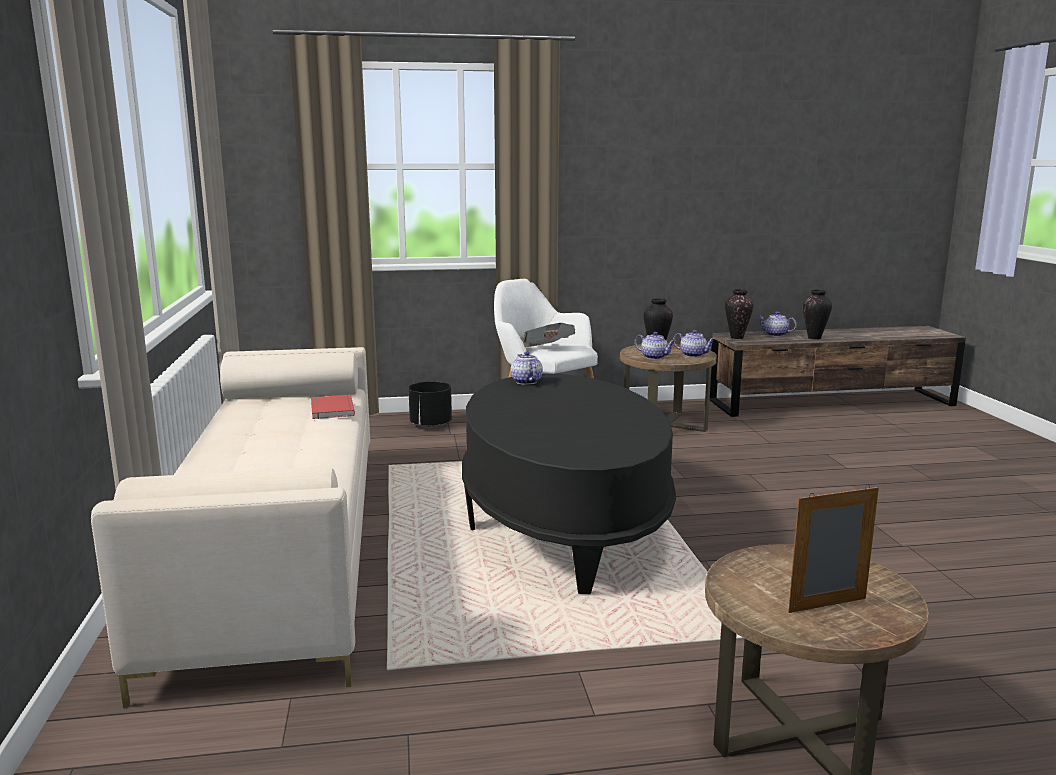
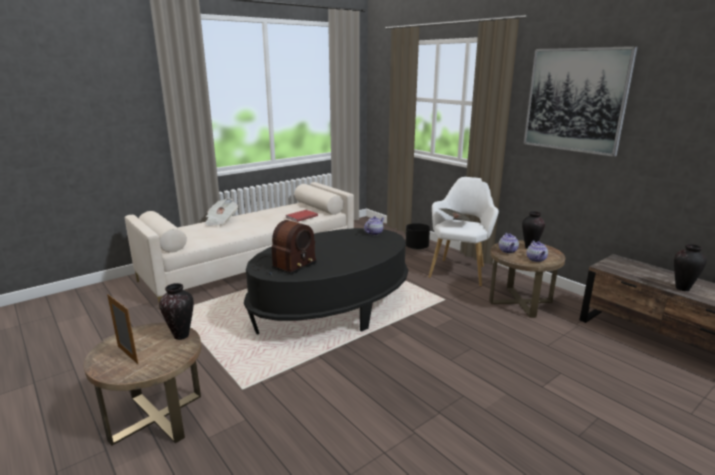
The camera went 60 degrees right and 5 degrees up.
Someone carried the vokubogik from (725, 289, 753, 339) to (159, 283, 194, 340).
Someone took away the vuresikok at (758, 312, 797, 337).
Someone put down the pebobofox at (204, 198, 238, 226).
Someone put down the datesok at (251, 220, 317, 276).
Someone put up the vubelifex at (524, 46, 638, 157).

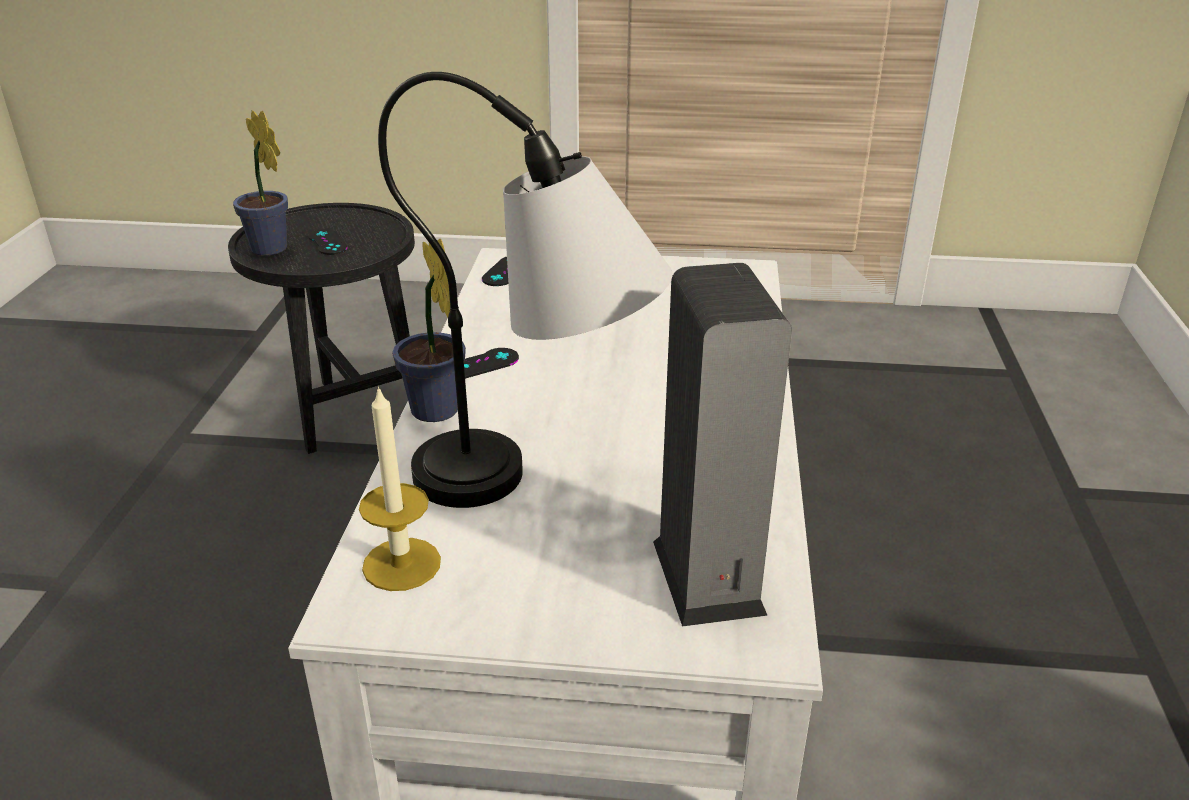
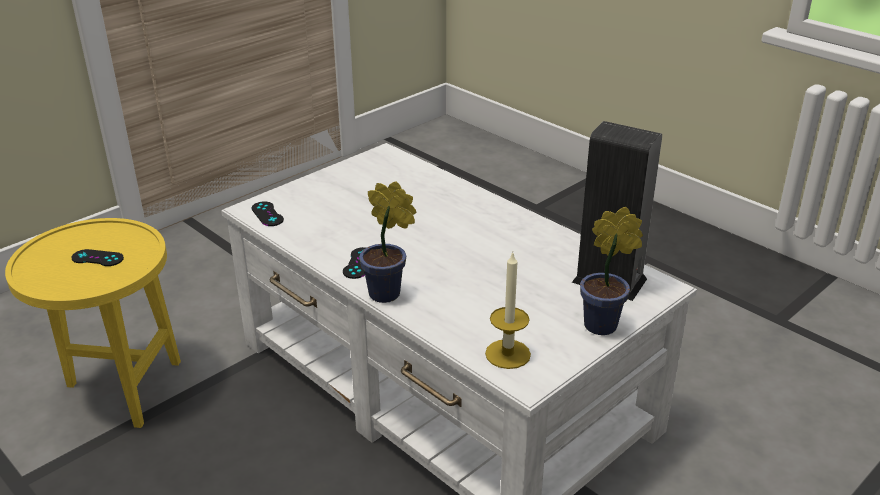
The camera went 50 degrees left and 0 degrees up.
Someone repainted the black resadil at (228, 203, 415, 454), which became the yellow resadil at (5, 218, 181, 428).
Someone carried the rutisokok from (233, 111, 288, 256) to (580, 207, 643, 335).
Someone took away the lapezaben at (378, 72, 672, 508).

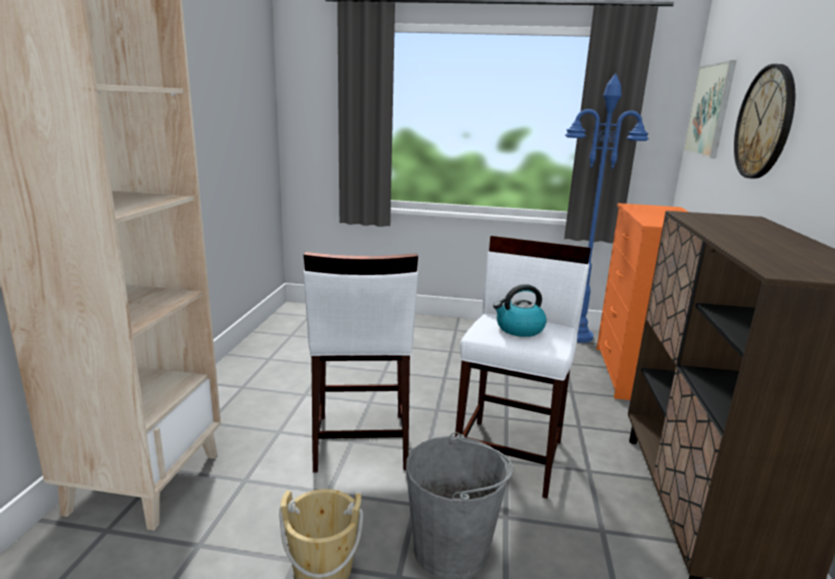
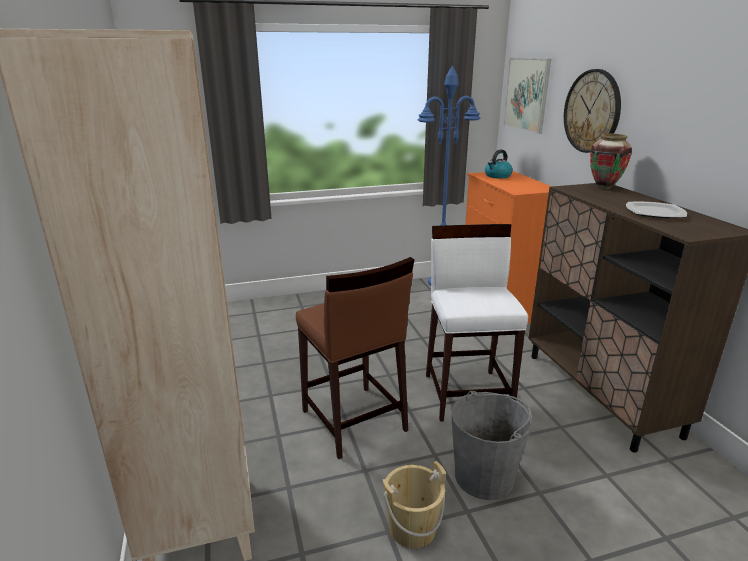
The camera went 25 degrees left and 5 degrees up.
Someone repainted the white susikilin at (304, 252, 418, 473), which became the brown susikilin at (296, 257, 414, 459).
Someone carried the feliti from (493, 284, 547, 337) to (485, 150, 513, 179).
Someone put down the vokubogik at (590, 133, 632, 189).
Someone put down the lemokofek at (626, 202, 687, 218).

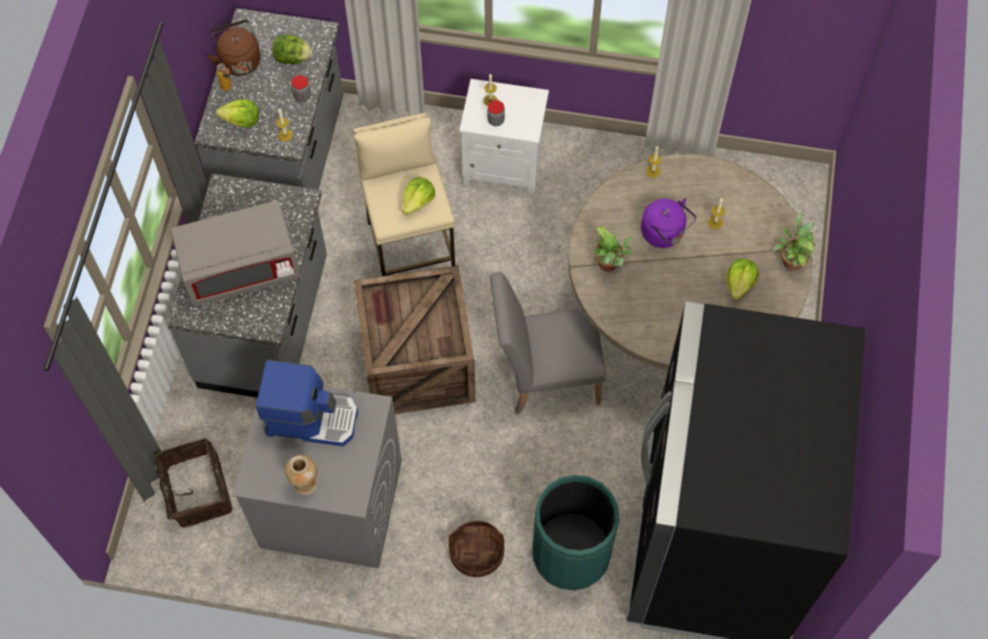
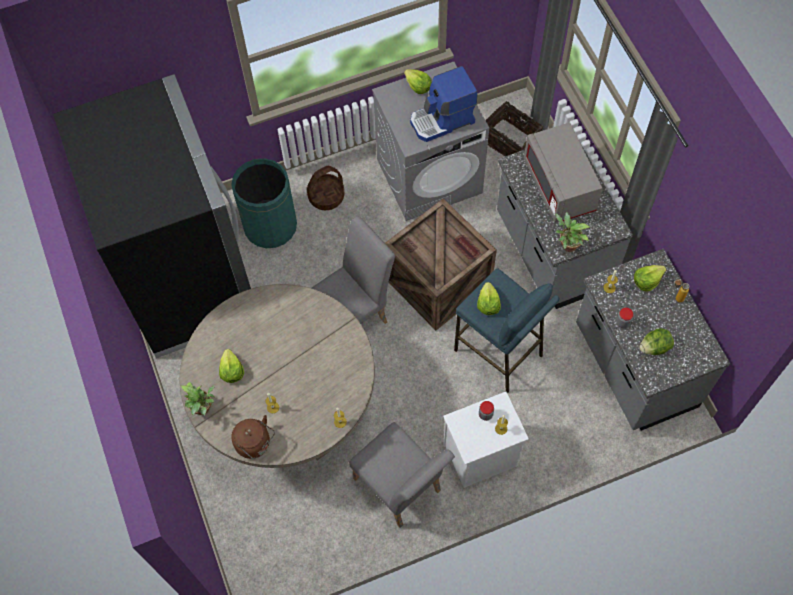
The camera went 150 degrees right and 0 degrees up.
Someone rotated the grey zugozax at (171, 200, 300, 306) by 60 degrees counterclockwise.
Someone carried the brown feliti from (208, 20, 261, 76) to (231, 415, 275, 459).
Someone swapped the vokubogik at (285, 455, 317, 495) for the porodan at (404, 69, 432, 94).
Someone repainted the beige susikilin at (353, 113, 455, 276), which became the blue susikilin at (454, 268, 560, 393).
Someone carried the rutisokok from (593, 226, 633, 272) to (555, 212, 591, 252).
Someone took away the purple feliti at (641, 198, 696, 248).
Someone put down the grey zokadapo at (349, 422, 455, 528).

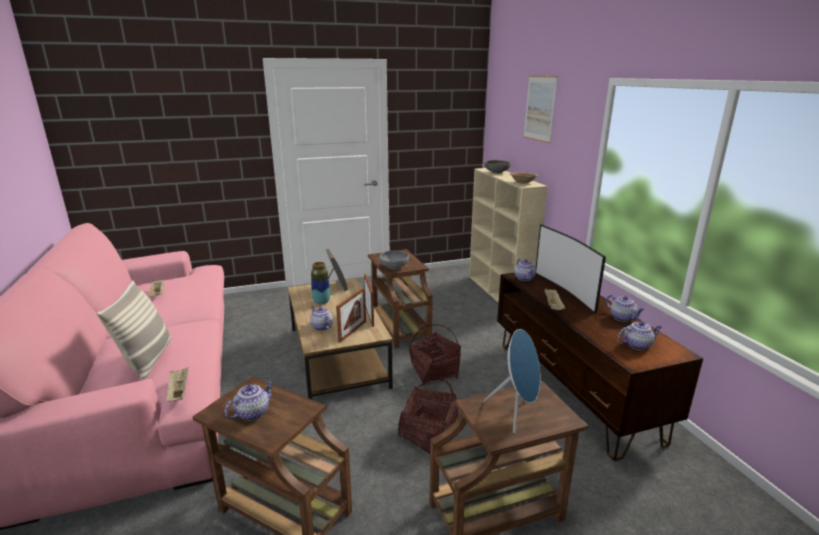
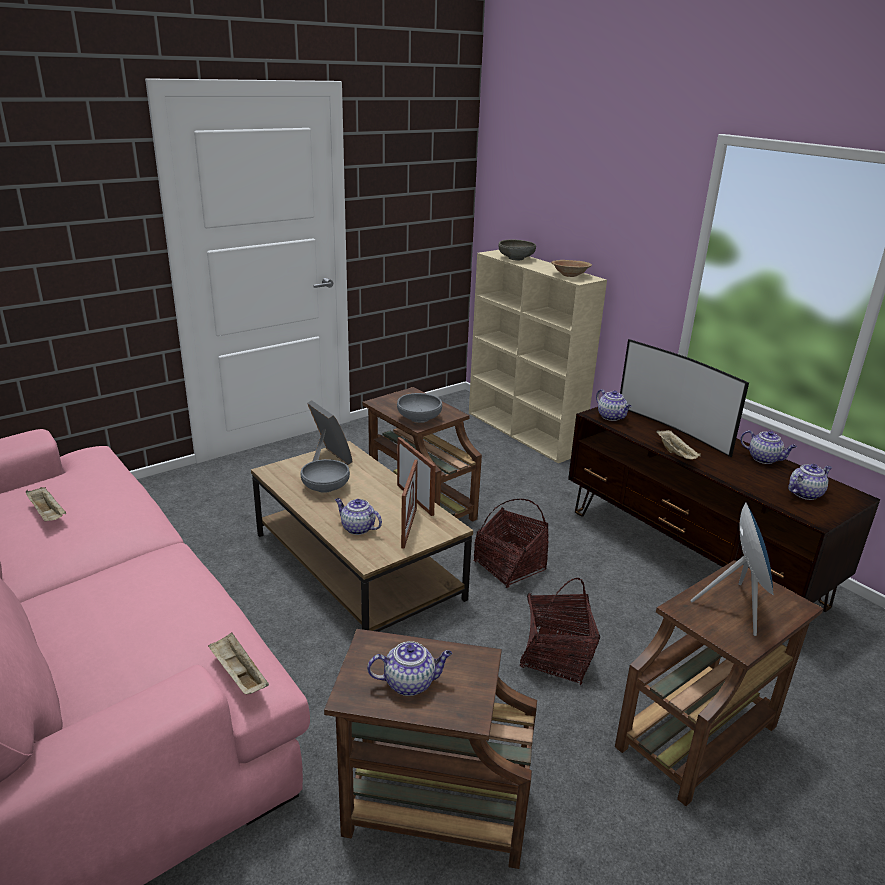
The camera went 20 degrees left and 5 degrees up.
Someone took away the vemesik at (97, 281, 171, 381).
Someone rotated the vuresikok at (225, 380, 274, 421) by 60 degrees clockwise.
Someone swapped the vokubogik at (311, 262, 330, 305) for the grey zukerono at (301, 459, 350, 493).
Someone took away the vubelifex at (524, 76, 558, 143).

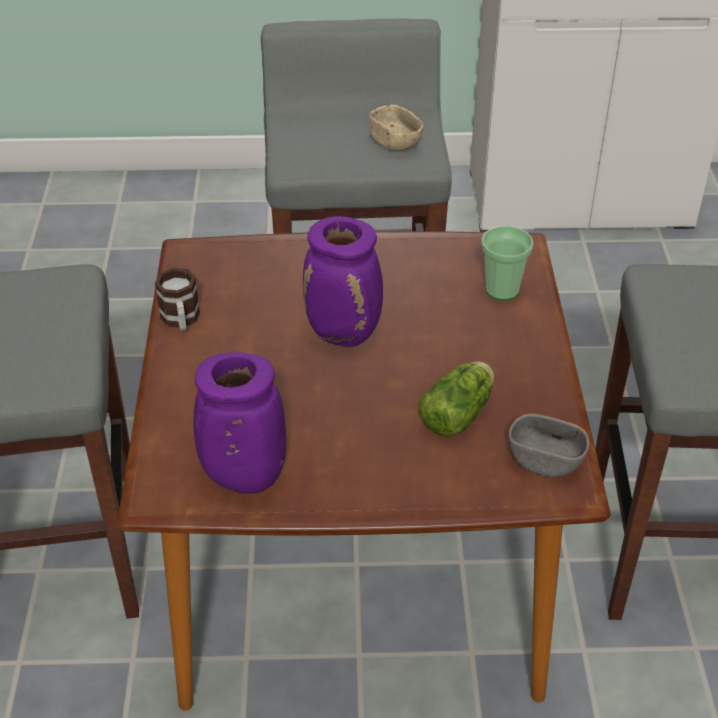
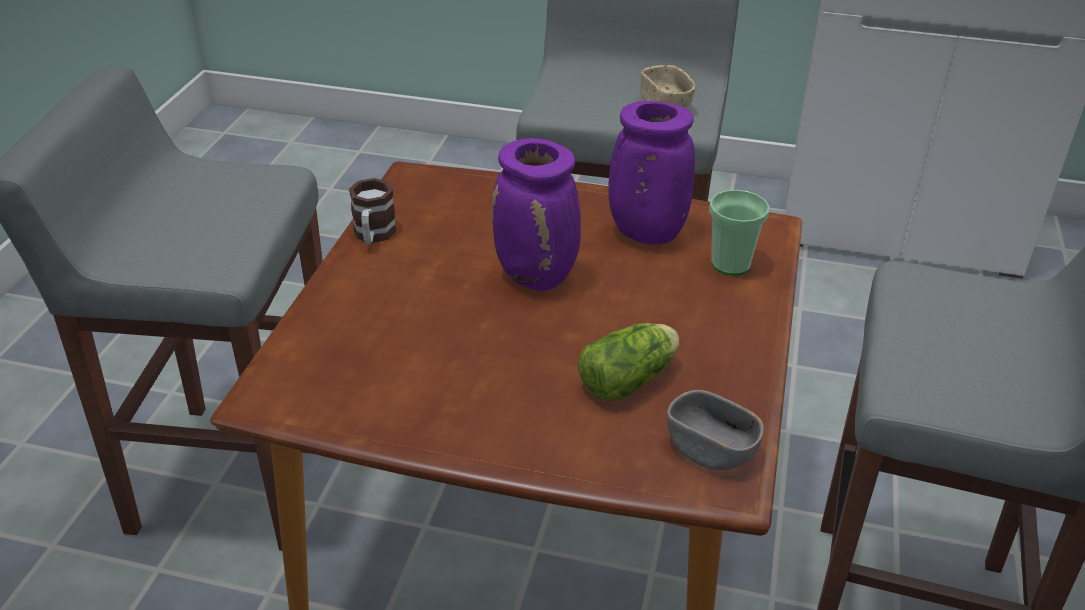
The camera went 15 degrees right and 5 degrees down.
Someone carried the purple vokubogik from (193, 352, 286, 494) to (608, 101, 695, 245).

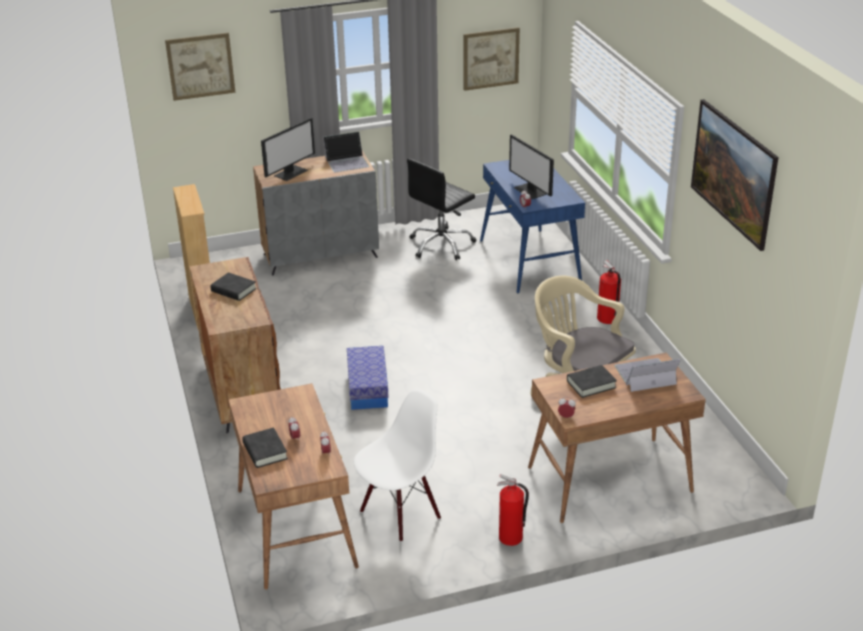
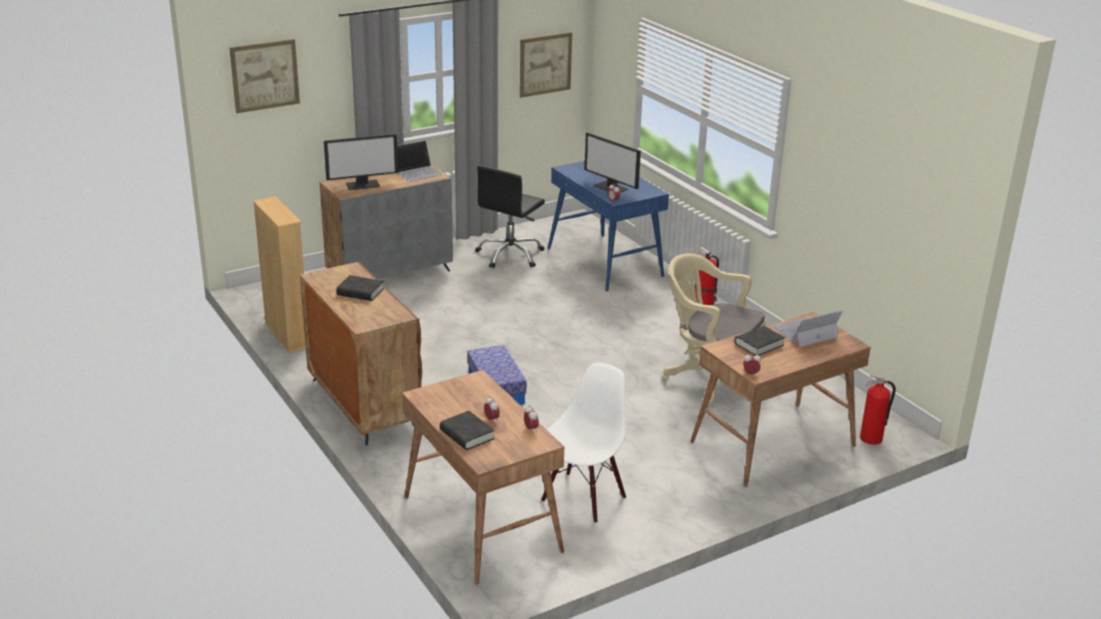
The camera went 15 degrees left and 5 degrees down.
Someone rotated the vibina at (261, 118, 315, 181) by 45 degrees clockwise.
Someone carried the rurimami from (497, 474, 529, 546) to (860, 374, 896, 445).
Someone took away the vubelifex at (691, 99, 779, 251).

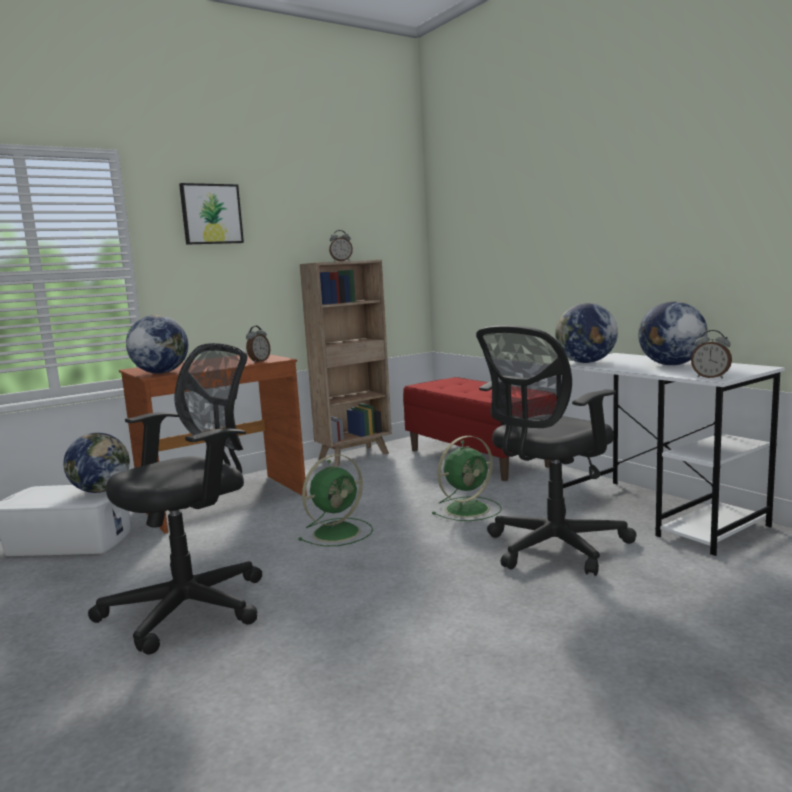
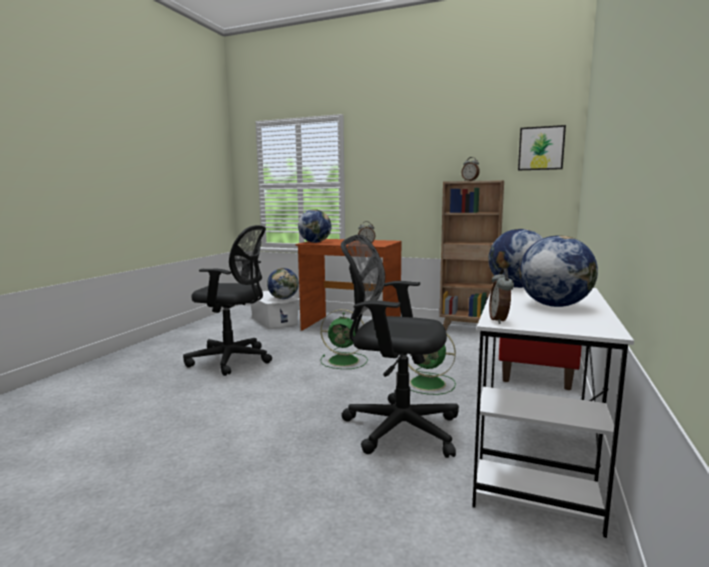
The camera went 55 degrees right and 0 degrees up.
Someone carried the vubelifex from (179, 183, 244, 245) to (518, 125, 566, 170).

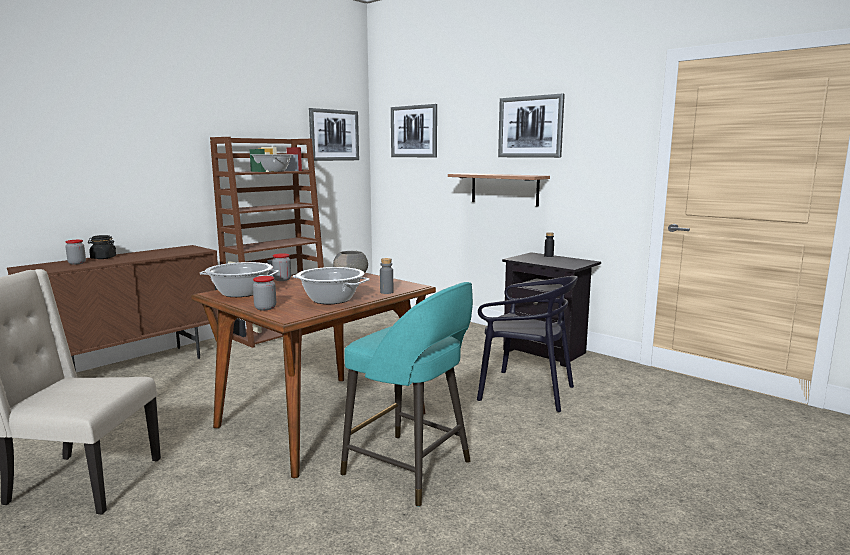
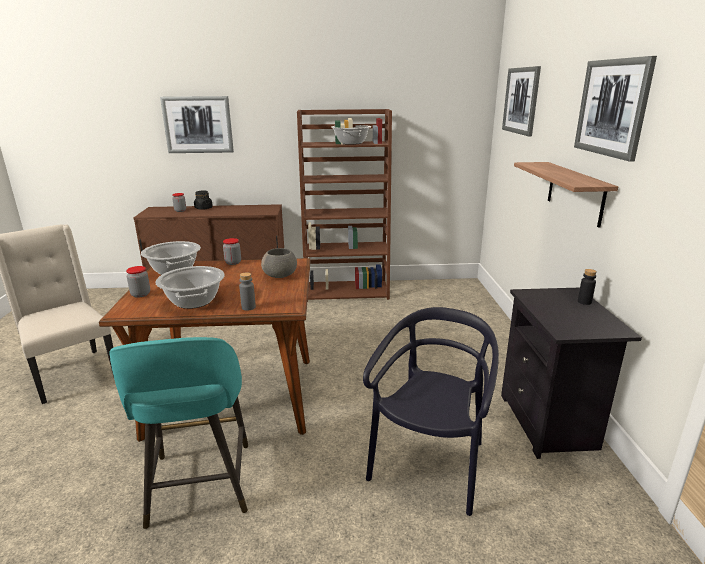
The camera went 45 degrees right and 10 degrees up.
Someone carried the vubelifex from (309, 108, 359, 161) to (160, 96, 234, 153).
Someone rotated the black zokadapo at (477, 276, 578, 412) by 135 degrees counterclockwise.

